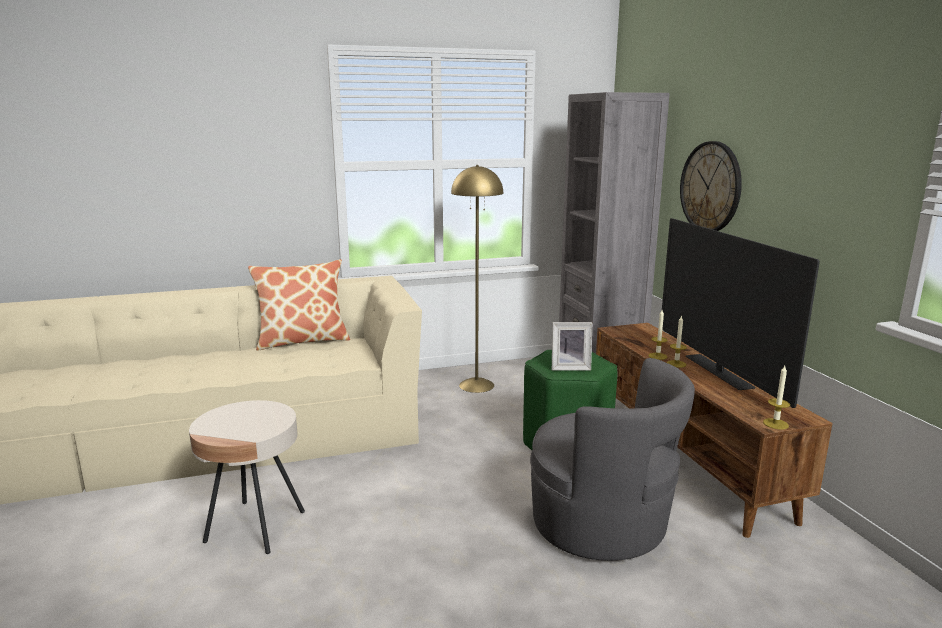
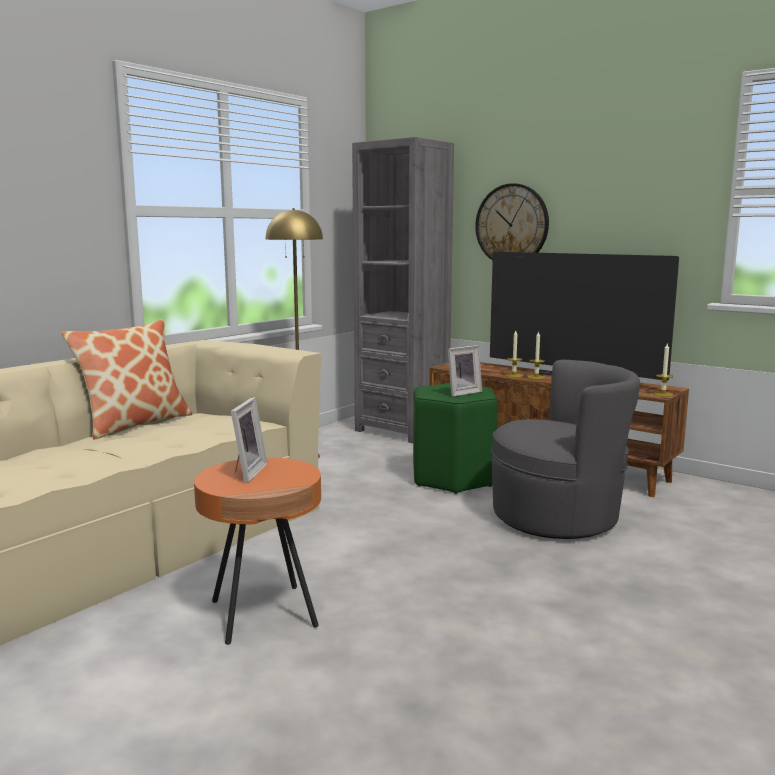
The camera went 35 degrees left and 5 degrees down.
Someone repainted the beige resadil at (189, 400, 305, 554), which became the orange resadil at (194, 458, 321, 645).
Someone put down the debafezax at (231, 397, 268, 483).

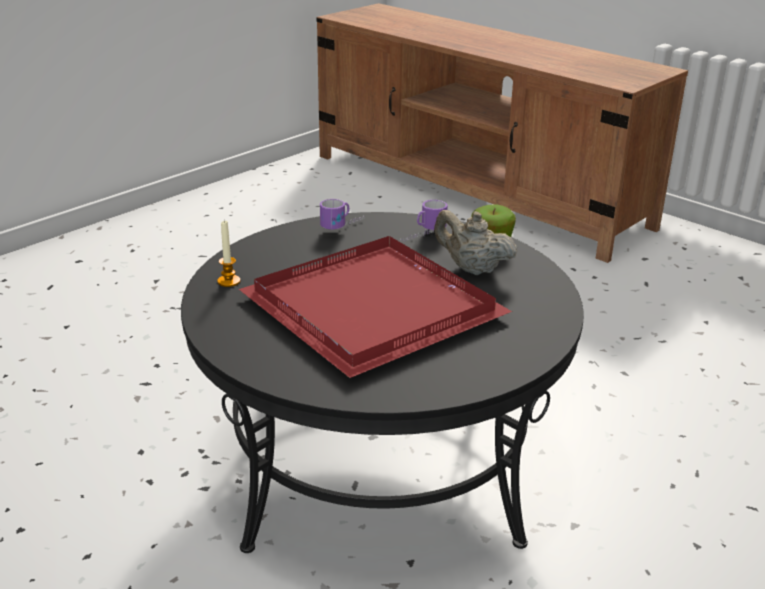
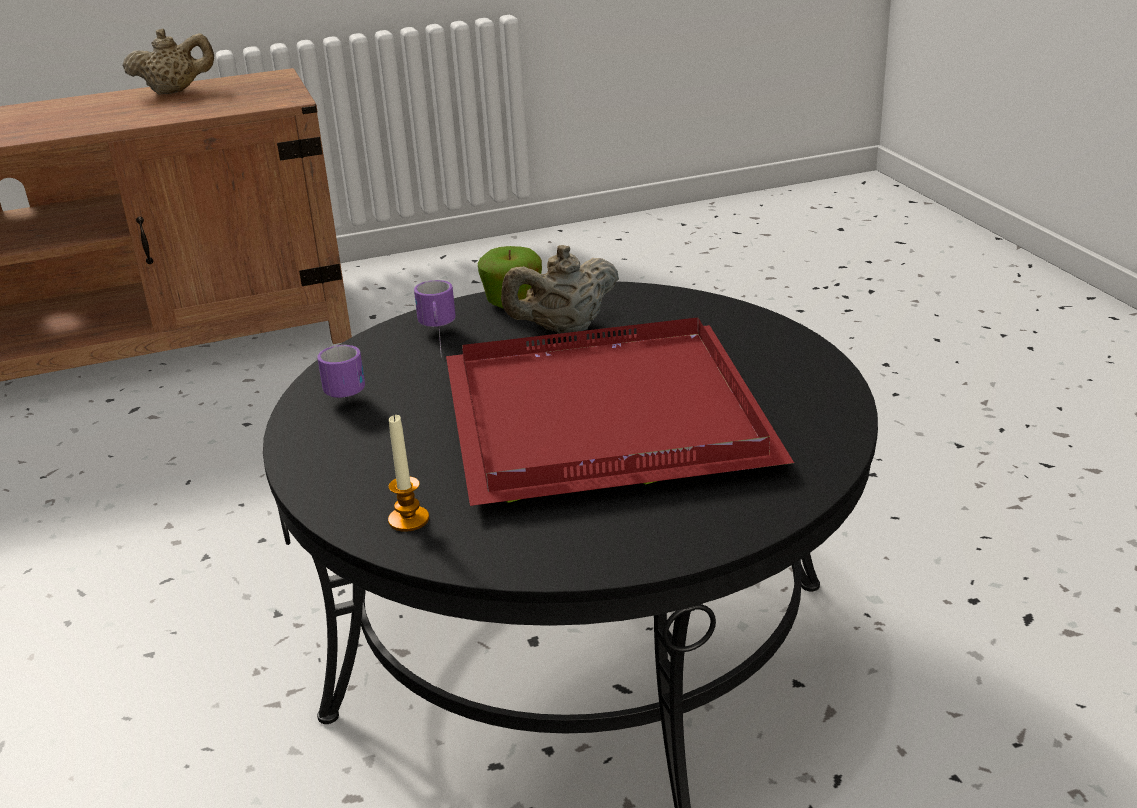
The camera went 60 degrees left and 0 degrees up.
Someone put down the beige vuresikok at (122, 28, 214, 94).

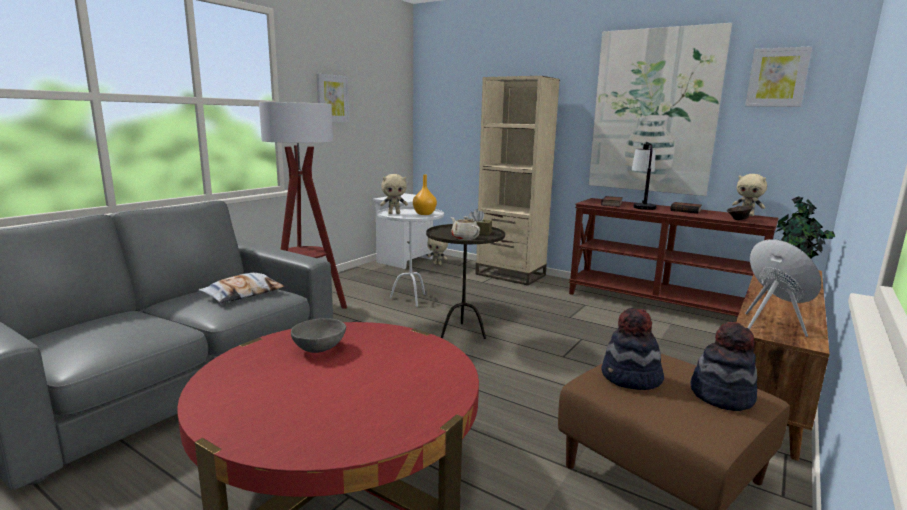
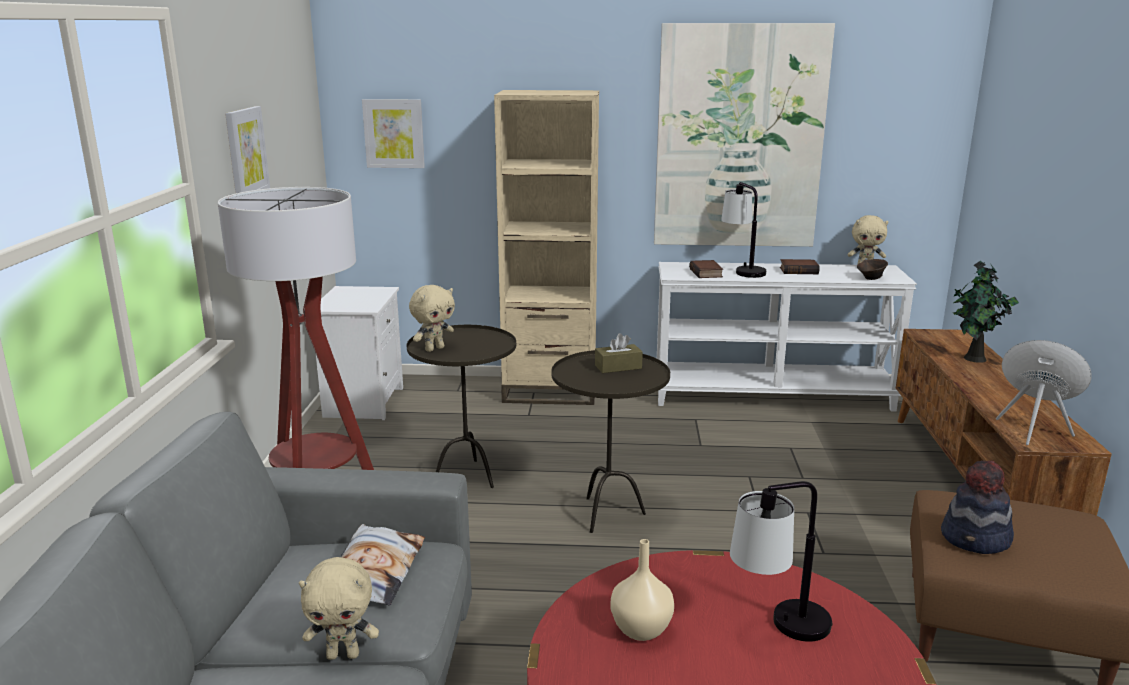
The camera went 30 degrees left and 5 degrees up.
Someone swapped the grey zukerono at (291, 318, 346, 353) for the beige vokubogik at (611, 539, 674, 641).
Someone repainted the white resadil at (377, 207, 444, 307), which became the brown resadil at (407, 325, 516, 488).
Someone took away the orange vokubogik at (413, 175, 437, 215).
Someone carried the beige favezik from (427, 237, 448, 265) to (299, 557, 379, 660).
Someone took away the beige vuresikok at (451, 216, 480, 240).
Someone repainted the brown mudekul at (569, 198, 779, 317), which became the white mudekul at (657, 262, 917, 412).
Someone took away the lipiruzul at (690, 322, 757, 411).
Someone carried the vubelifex from (745, 46, 812, 107) to (362, 99, 425, 168).
Someone put down the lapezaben at (730, 481, 833, 642).

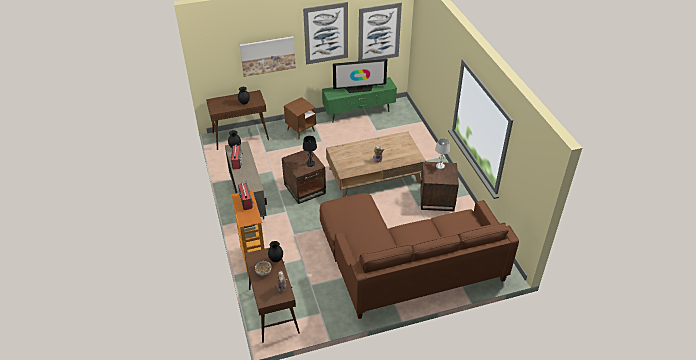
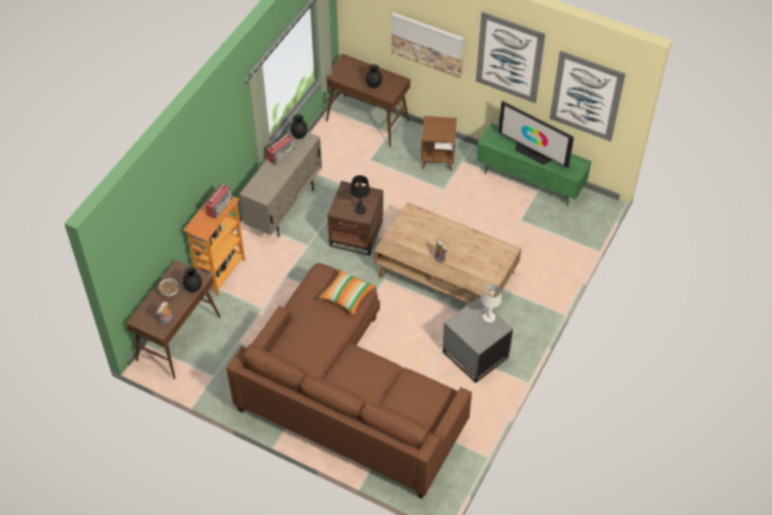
The camera went 45 degrees right and 10 degrees up.
Someone repainted the brown resadil at (420, 162, 459, 211), which became the grey resadil at (443, 297, 513, 383).
Someone put down the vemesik at (318, 269, 375, 314).

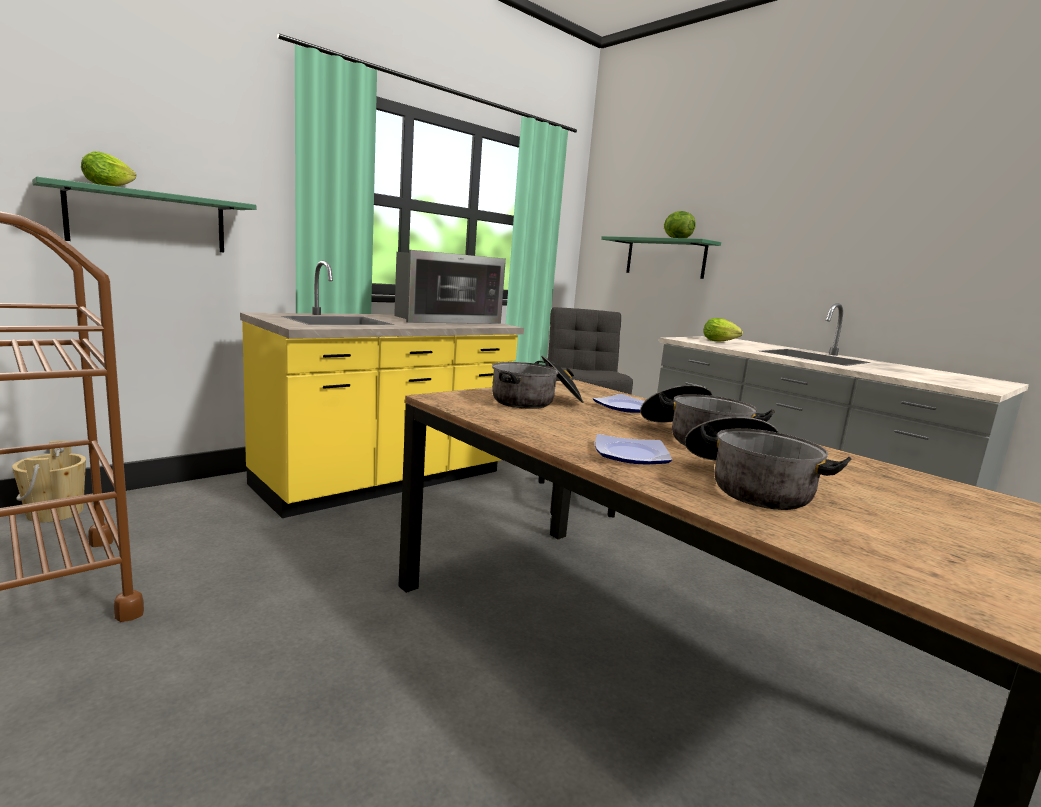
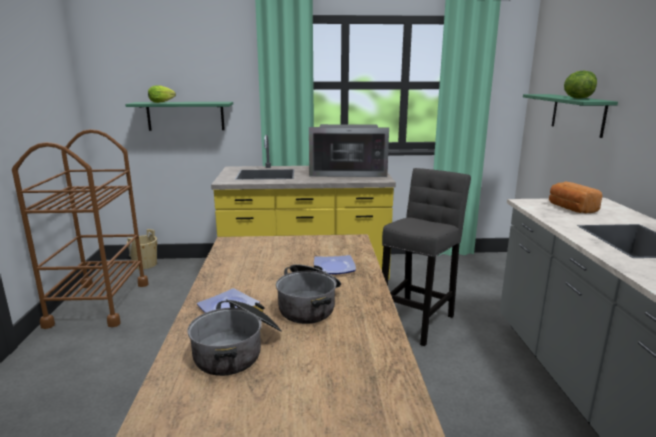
The camera went 40 degrees right and 5 degrees up.
Someone took away the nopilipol at (492, 356, 583, 409).
Someone swapped the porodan at (703, 318, 743, 342) for the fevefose at (549, 181, 603, 213).

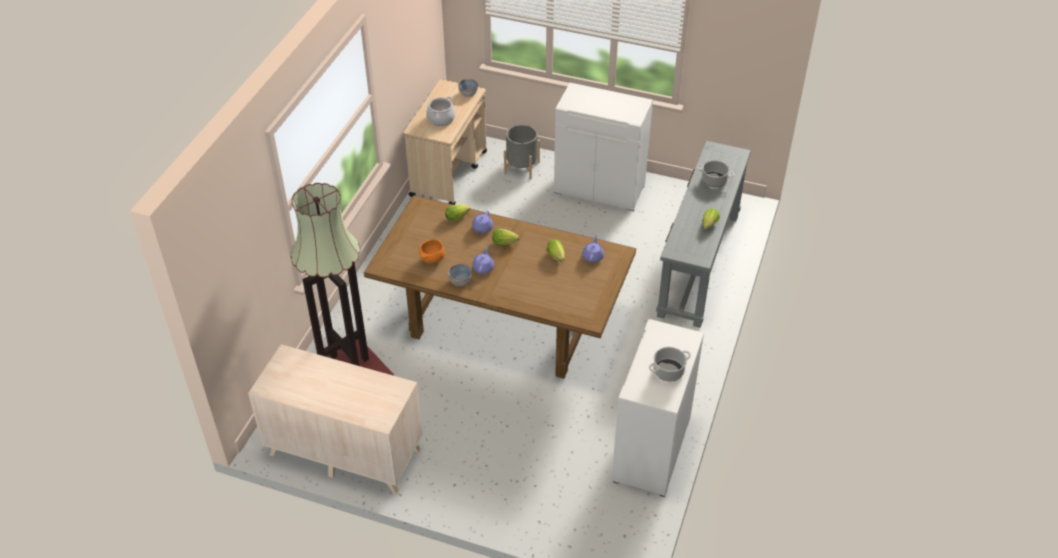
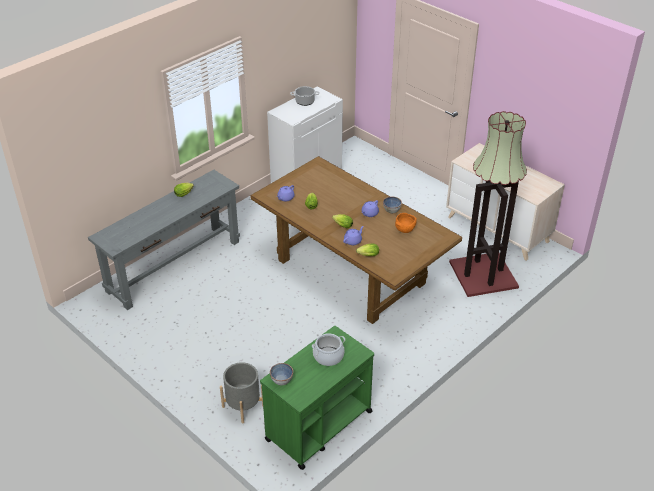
The camera went 155 degrees left and 5 degrees down.
Someone repainted the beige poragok at (404, 79, 487, 205), which became the green poragok at (260, 326, 374, 470).
Someone took away the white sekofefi at (554, 83, 653, 211).
Someone took away the nopilipol at (697, 160, 735, 187).

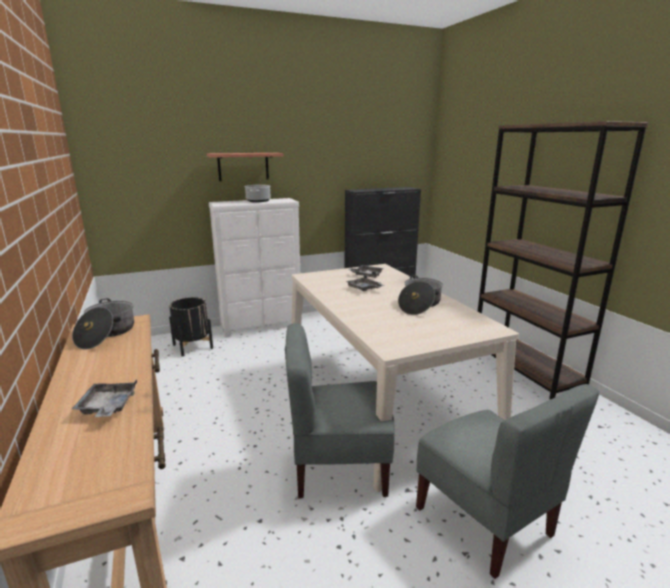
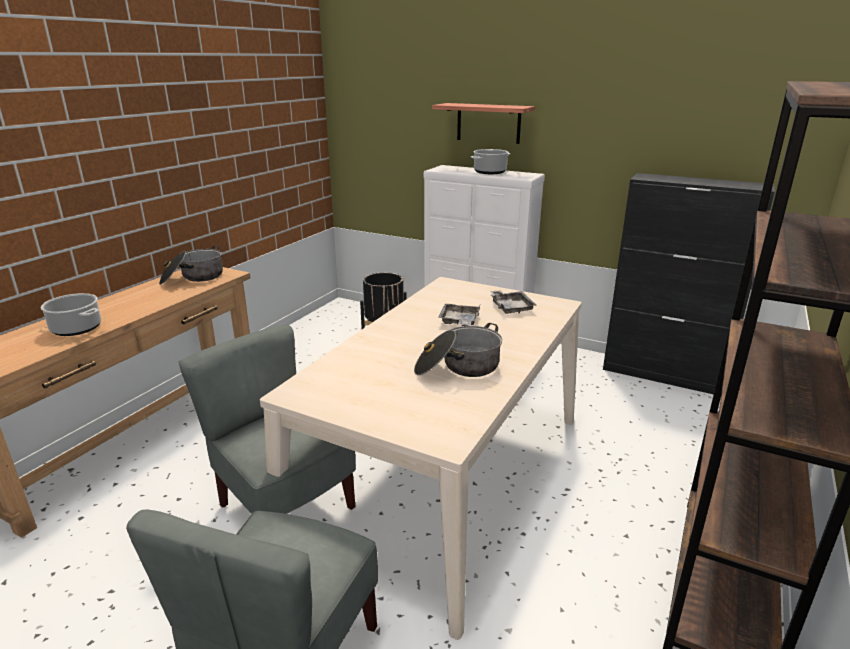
The camera went 50 degrees right and 5 degrees up.
Someone swapped the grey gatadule at (72, 380, 137, 417) for the nopilipol at (41, 293, 101, 336).

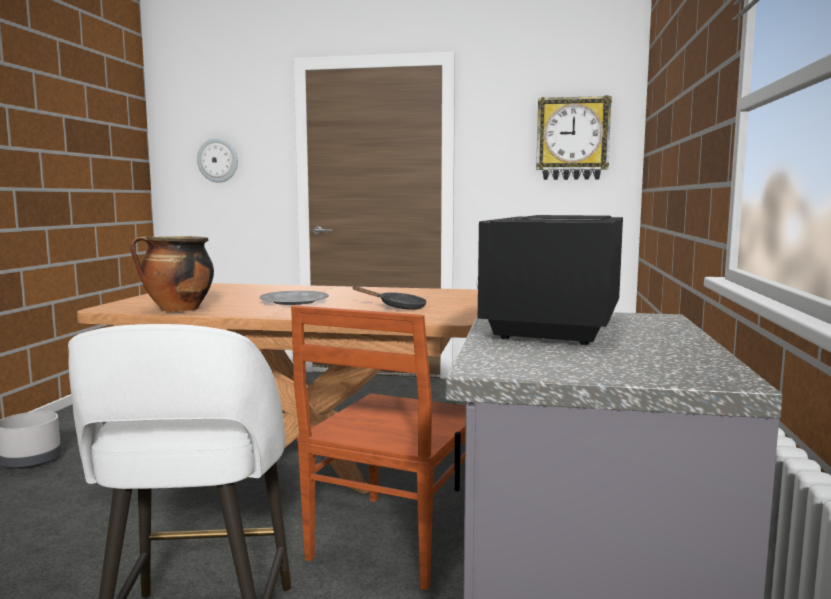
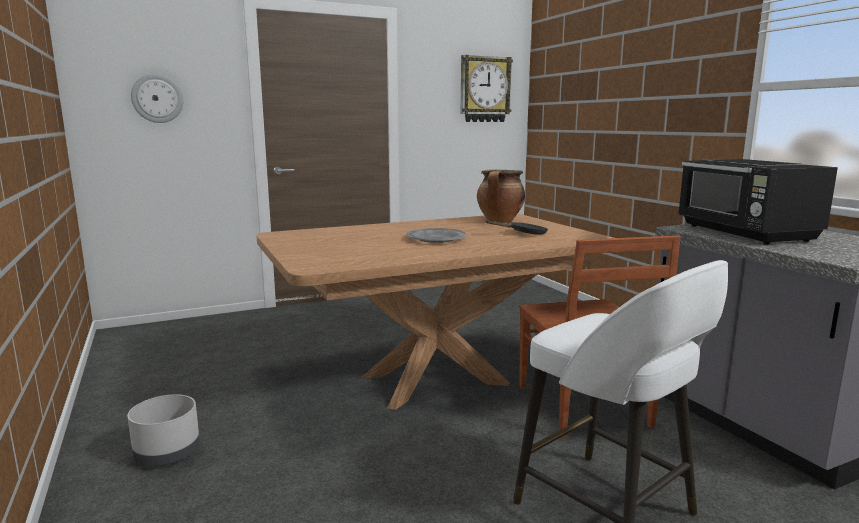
The camera went 35 degrees left and 5 degrees up.
Someone carried the nopilipol from (130, 236, 214, 312) to (477, 170, 525, 223).

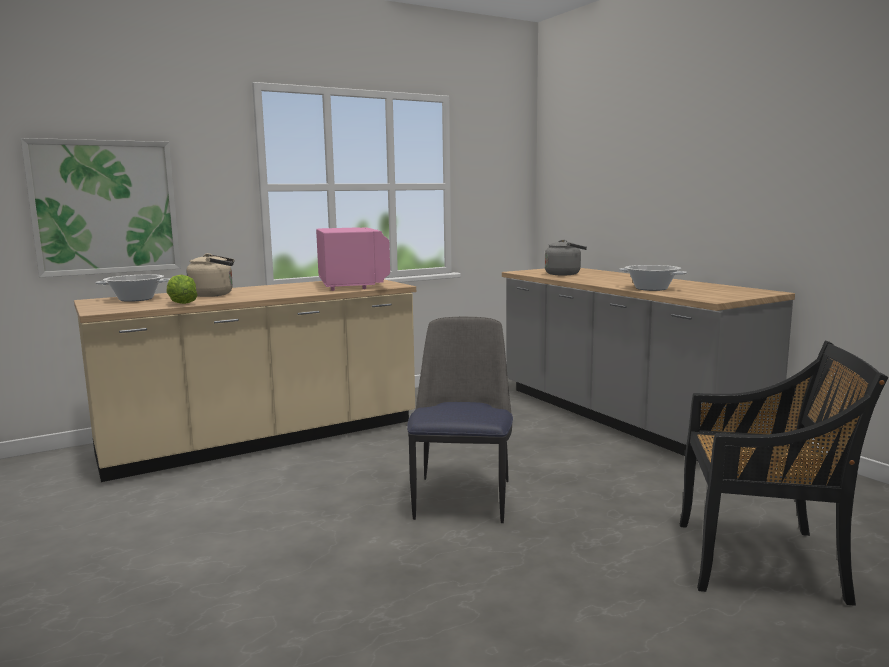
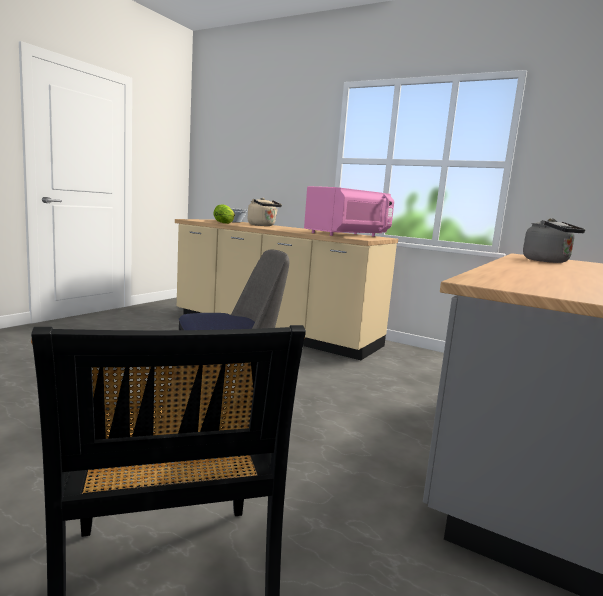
The camera went 60 degrees right and 0 degrees up.
Someone took away the vubelifex at (21, 138, 181, 278).
Someone took away the nopilipol at (619, 265, 687, 291).

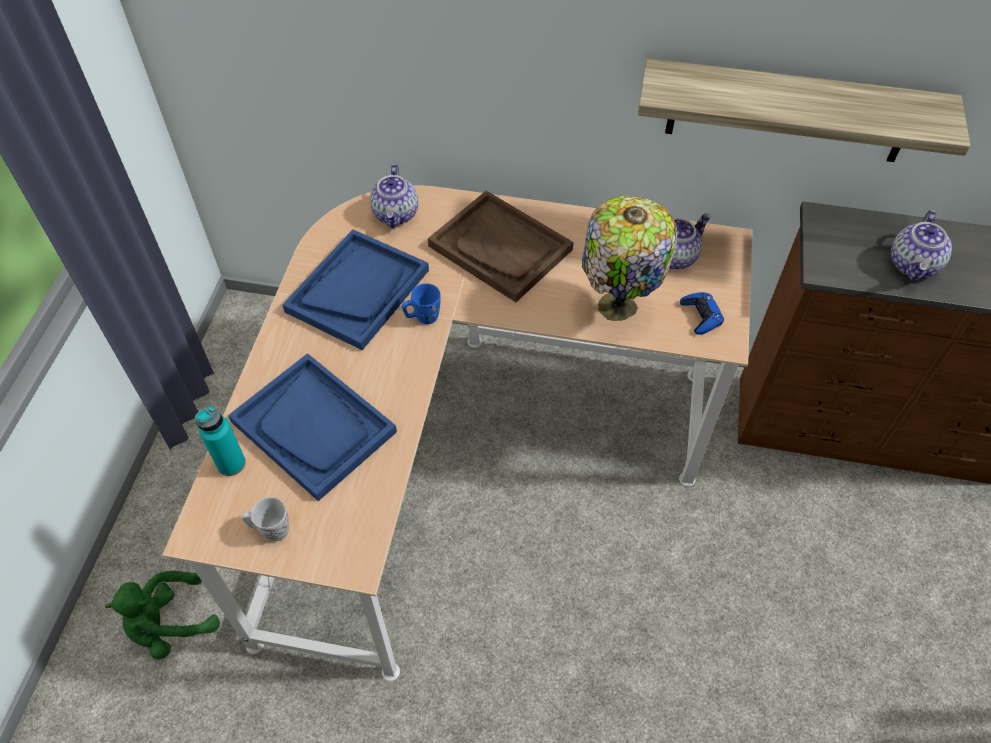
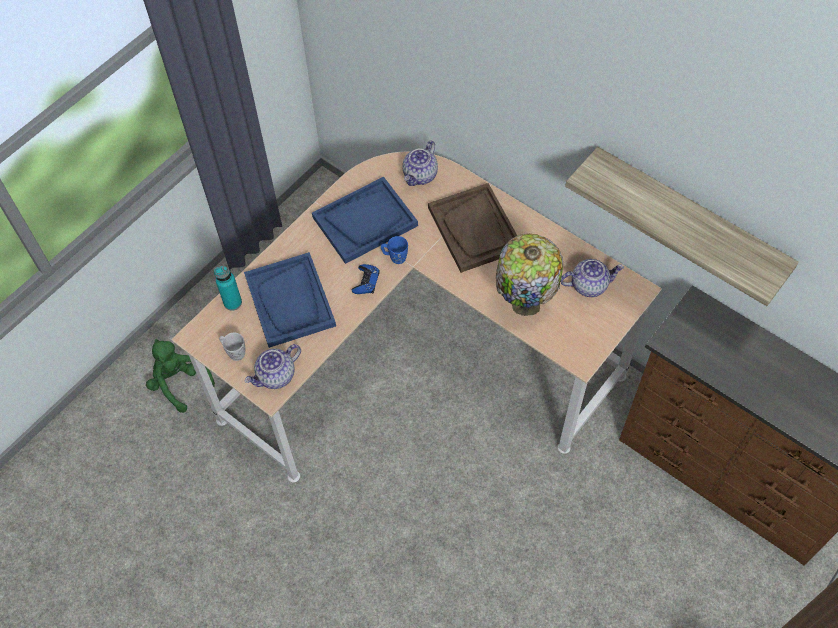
The camera went 30 degrees right and 5 degrees up.
Someone rotated the green favezik at (105, 571, 220, 659) by 45 degrees clockwise.
Someone carried the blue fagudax from (680, 292, 724, 335) to (351, 264, 380, 294).
Someone carried the vuresikok from (891, 210, 952, 280) to (244, 344, 301, 389).

